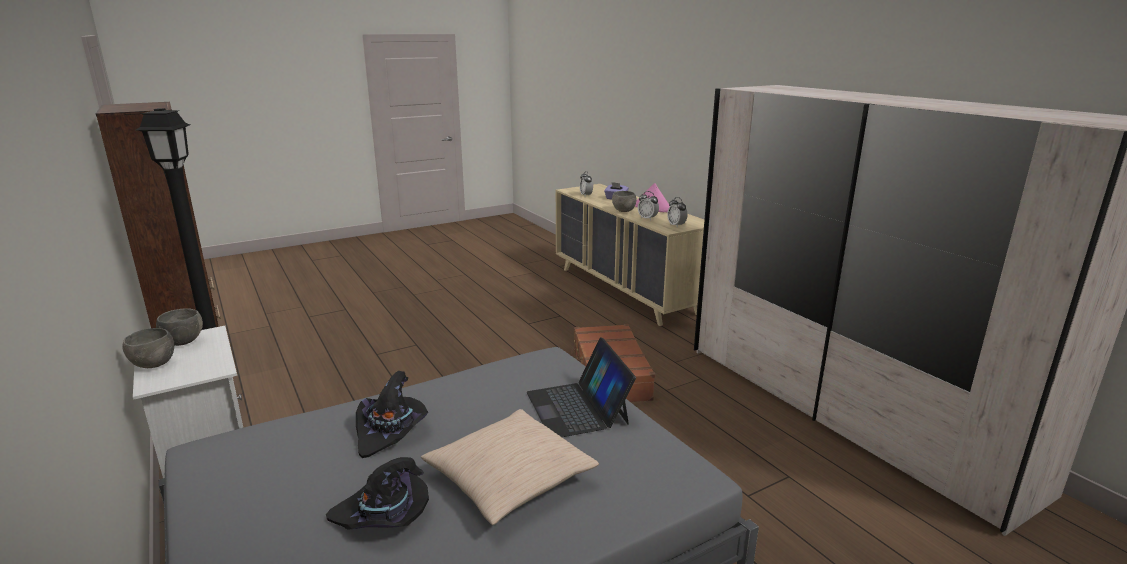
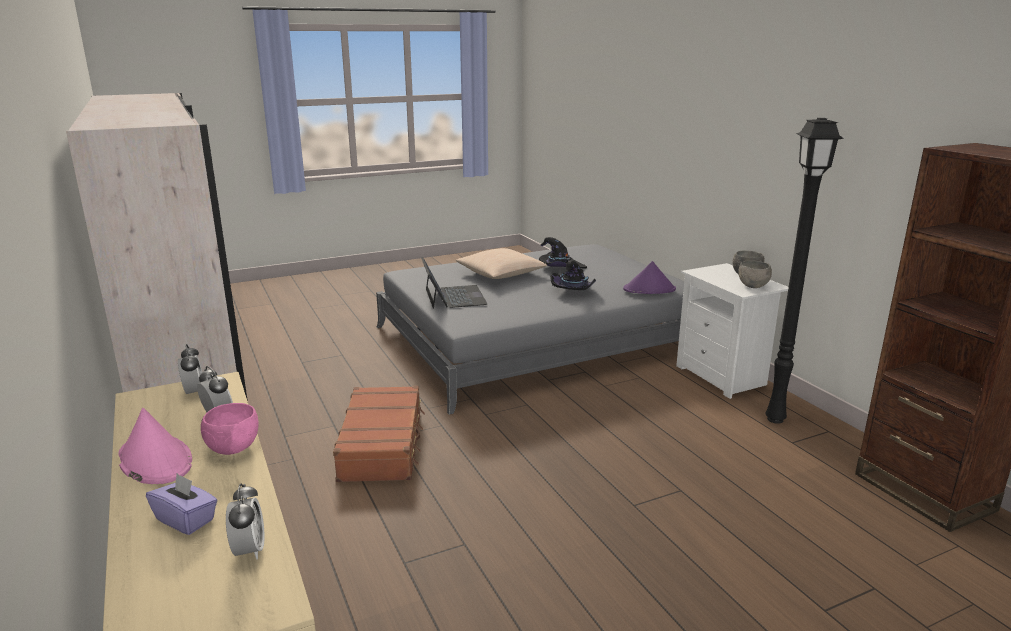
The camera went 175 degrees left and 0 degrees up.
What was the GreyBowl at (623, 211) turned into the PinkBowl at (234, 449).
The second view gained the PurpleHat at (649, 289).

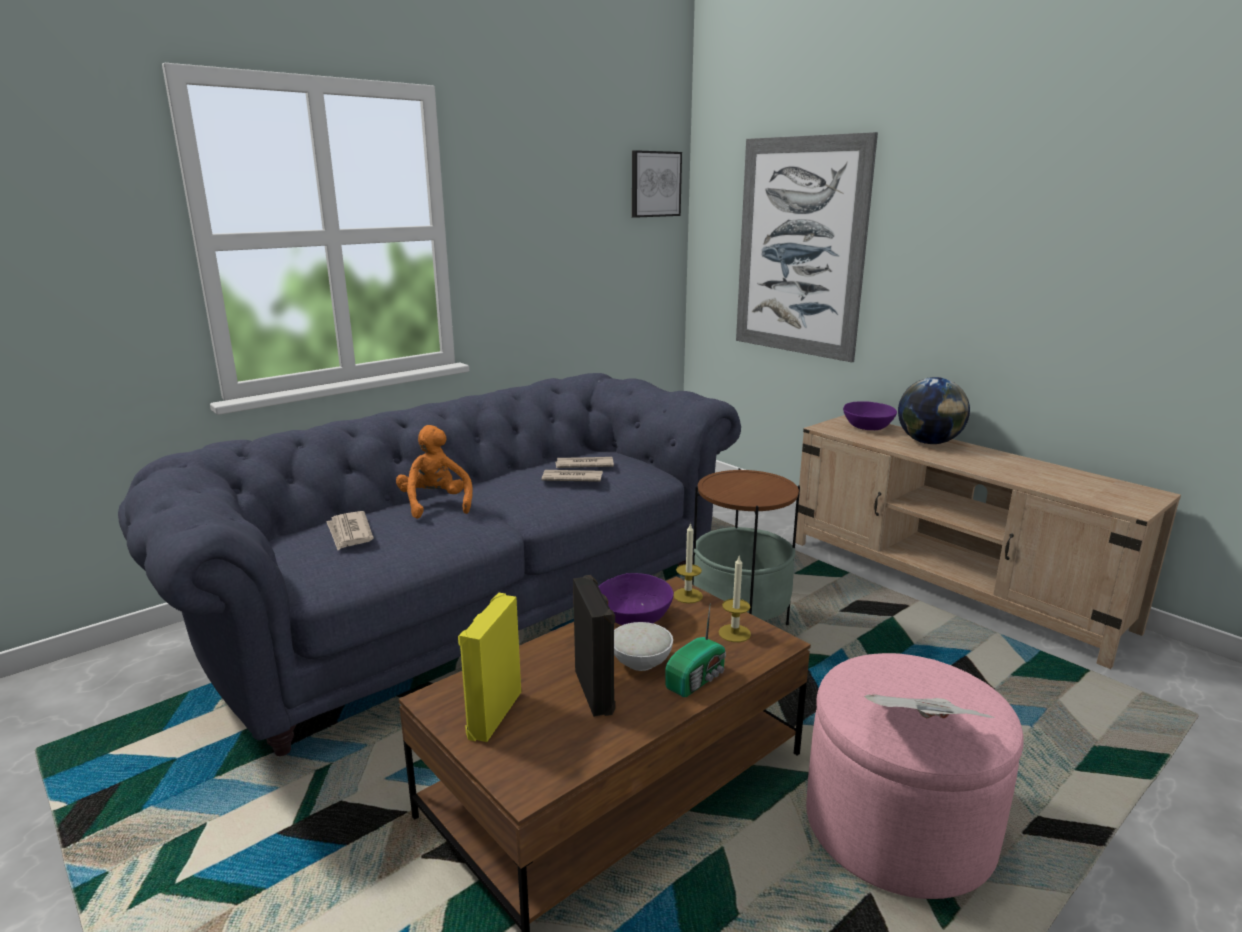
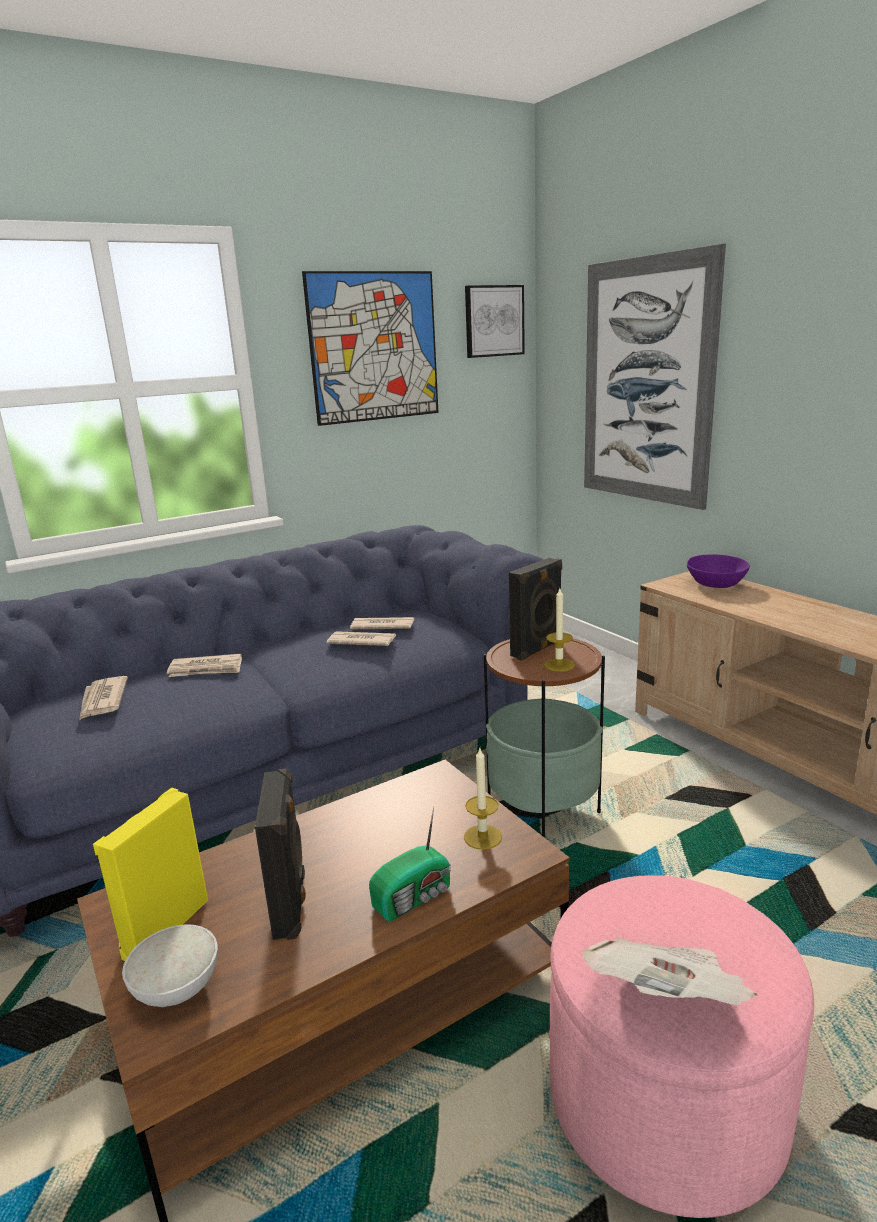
The camera went 10 degrees right and 0 degrees up.
Where the OrangePlushToy stood at (435, 504), the Newspaper came to stand at (206, 669).
The second view lost the PurpleBowl at (634, 618).
The WhiteBowl ended up elsewhere, having gone from (641, 663) to (177, 989).
The Candle ended up elsewhere, having gone from (688, 595) to (559, 665).
The second view lost the Globe at (928, 442).
The second view gained the Picture at (374, 347).
The second view gained the BlackSpeaker at (538, 649).

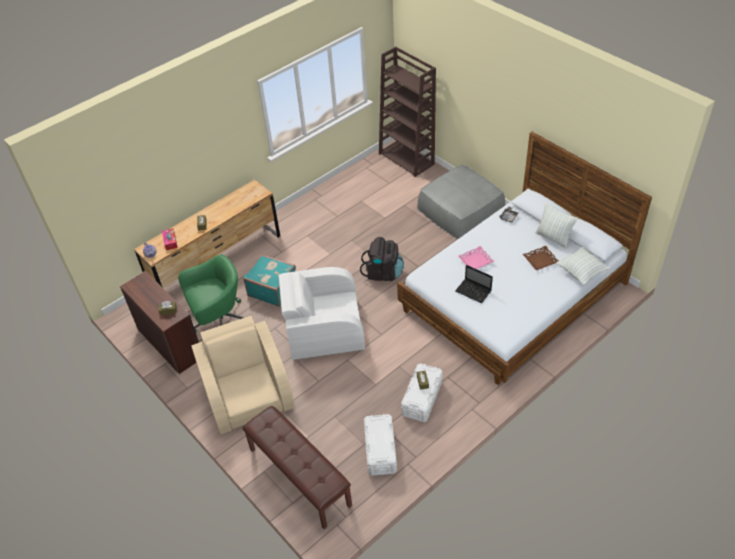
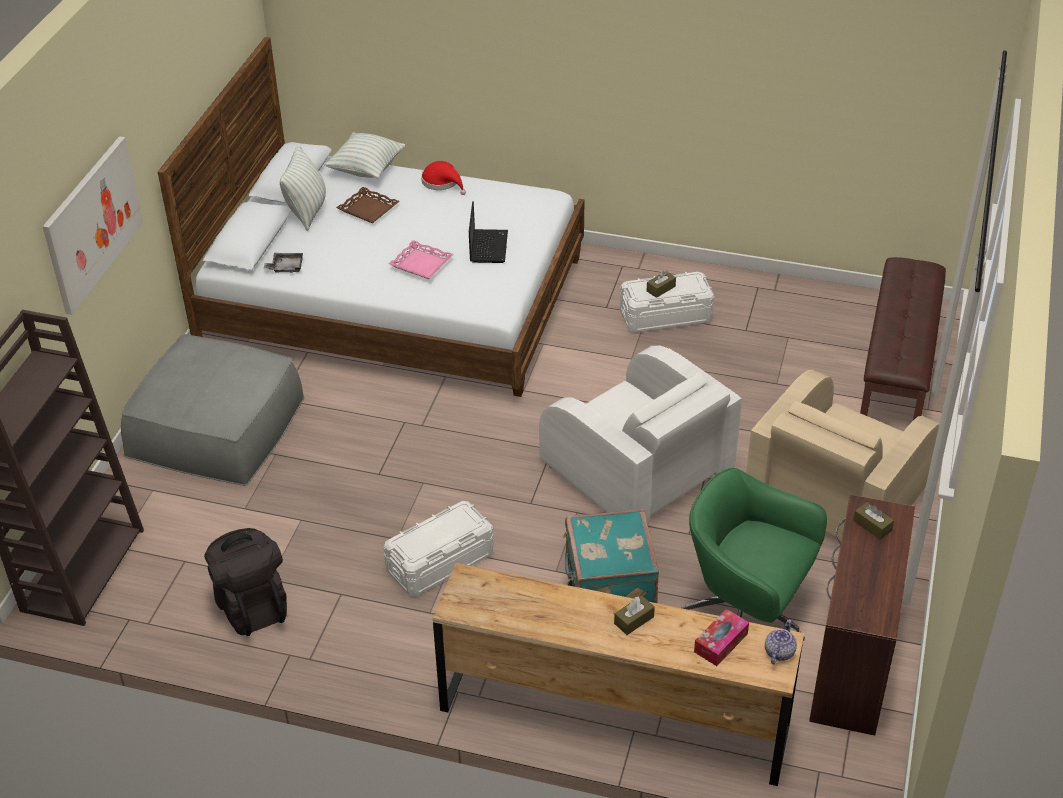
The camera went 125 degrees left and 5 degrees down.
The BlackBackpack ended up elsewhere, having gone from (383, 273) to (251, 605).
The WhiteStorageBox ended up elsewhere, having gone from (380, 450) to (440, 562).
The second view gained the Picture at (92, 223).
The second view gained the RedHat at (442, 182).

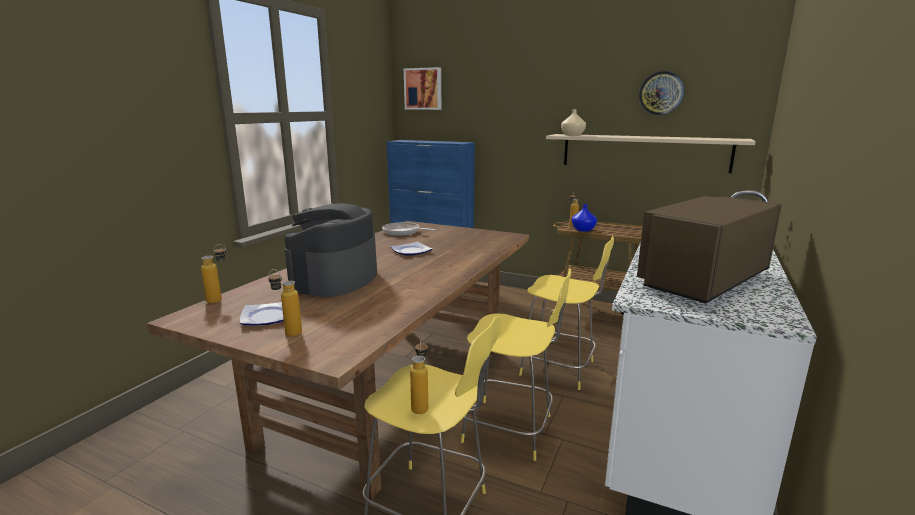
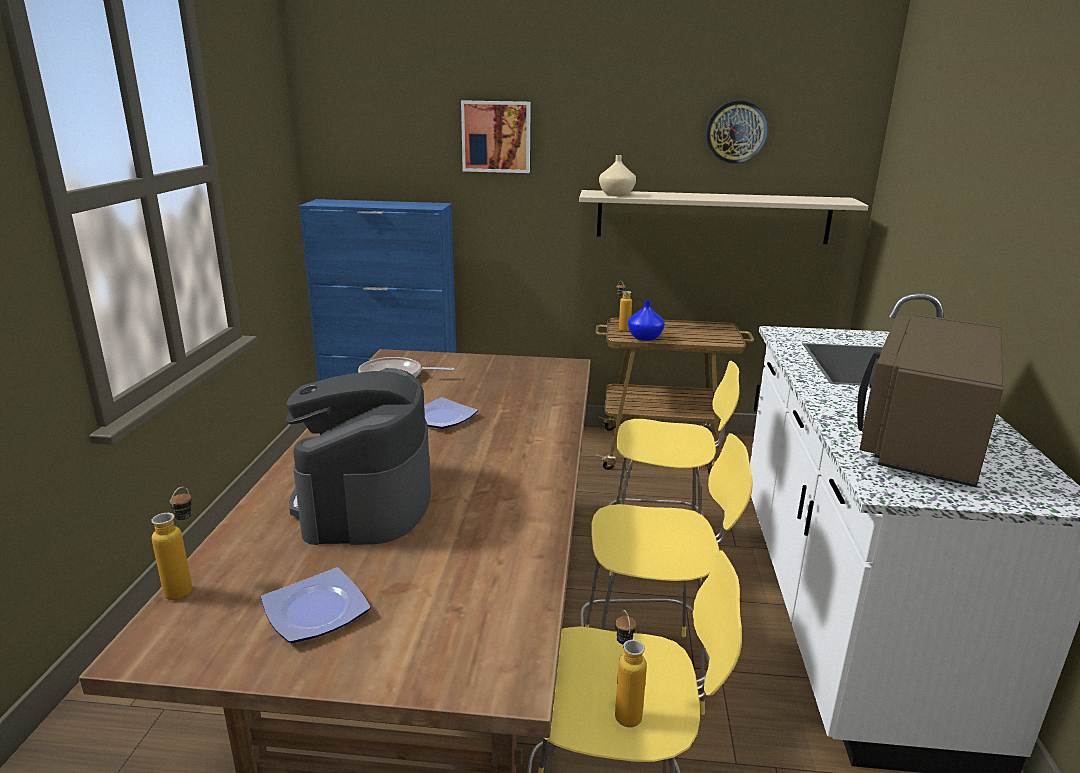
The camera went 20 degrees left and 5 degrees up.
The second view lost the Bottle at (288, 332).
The Picture ended up elsewhere, having gone from (423, 89) to (496, 136).

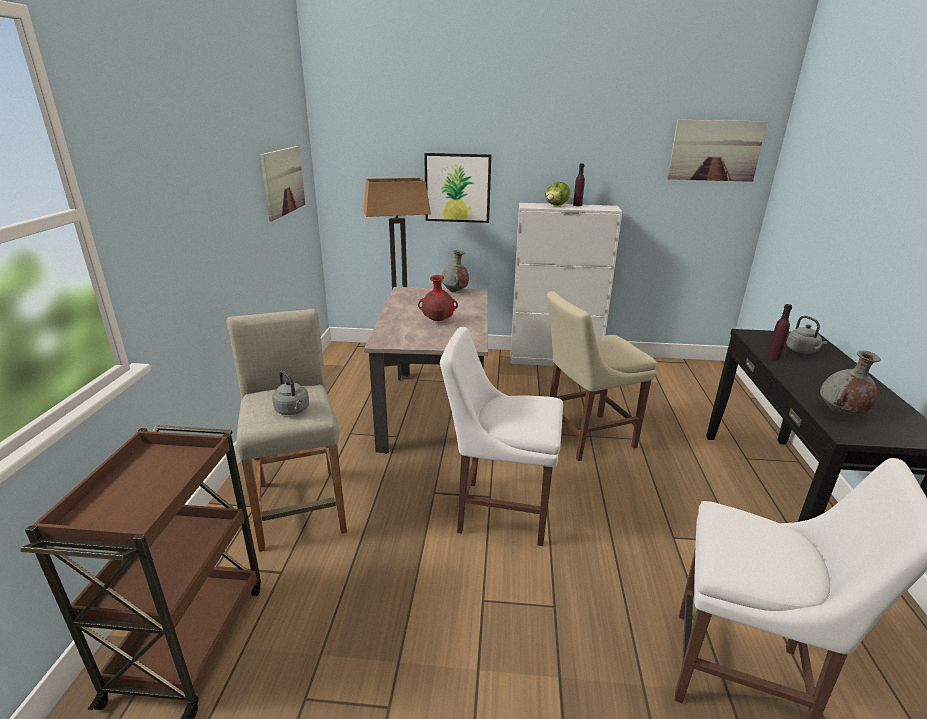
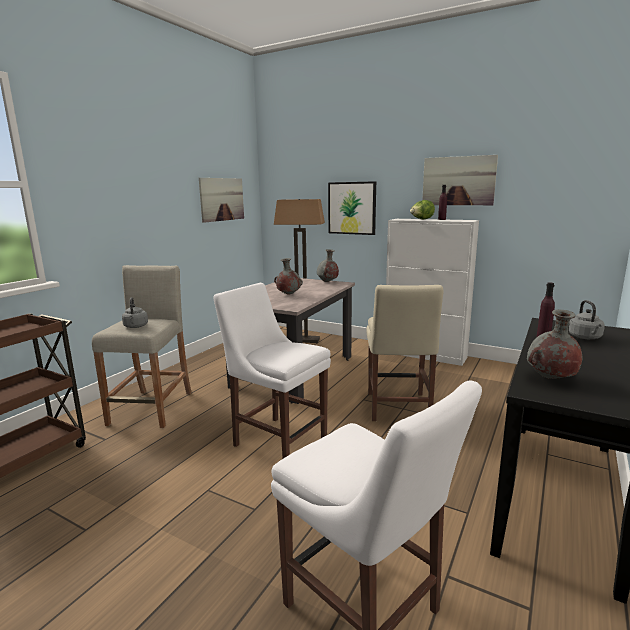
The camera went 25 degrees right and 10 degrees down.
What was the RedVase at (437, 321) turned into the GreyVase at (288, 294).
The BeigeChair at (585, 437) ended up facing another way, 90 degrees counterclockwise from before.
The Picture ended up elsewhere, having gone from (715, 150) to (458, 181).

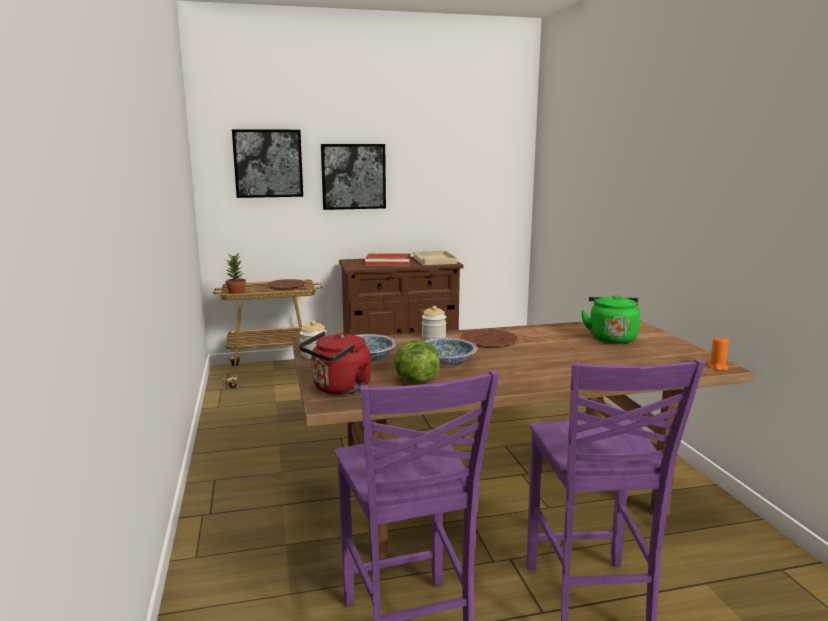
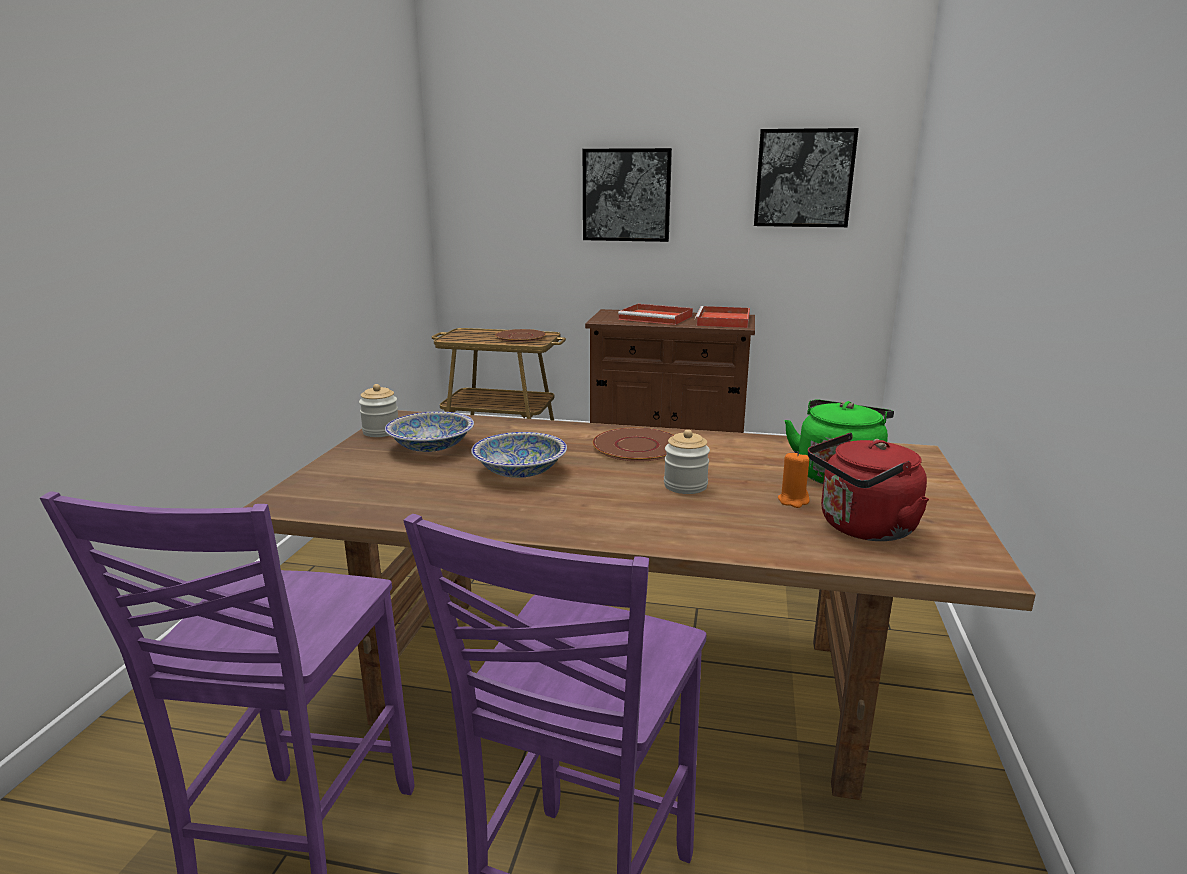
The camera went 25 degrees right and 5 degrees up.
The second view lost the PottedPlant at (236, 292).
The Picture ended up elsewhere, having gone from (268, 163) to (804, 178).
The RedKettle ended up elsewhere, having gone from (339, 388) to (862, 528).
The second view lost the Lettuce at (415, 381).
What was the BeigeTray at (435, 260) turned into the RedTray at (723, 321).
The Jar ended up elsewhere, having gone from (433, 337) to (685, 486).
The OrangeCandle ended up elsewhere, having gone from (718, 367) to (793, 501).

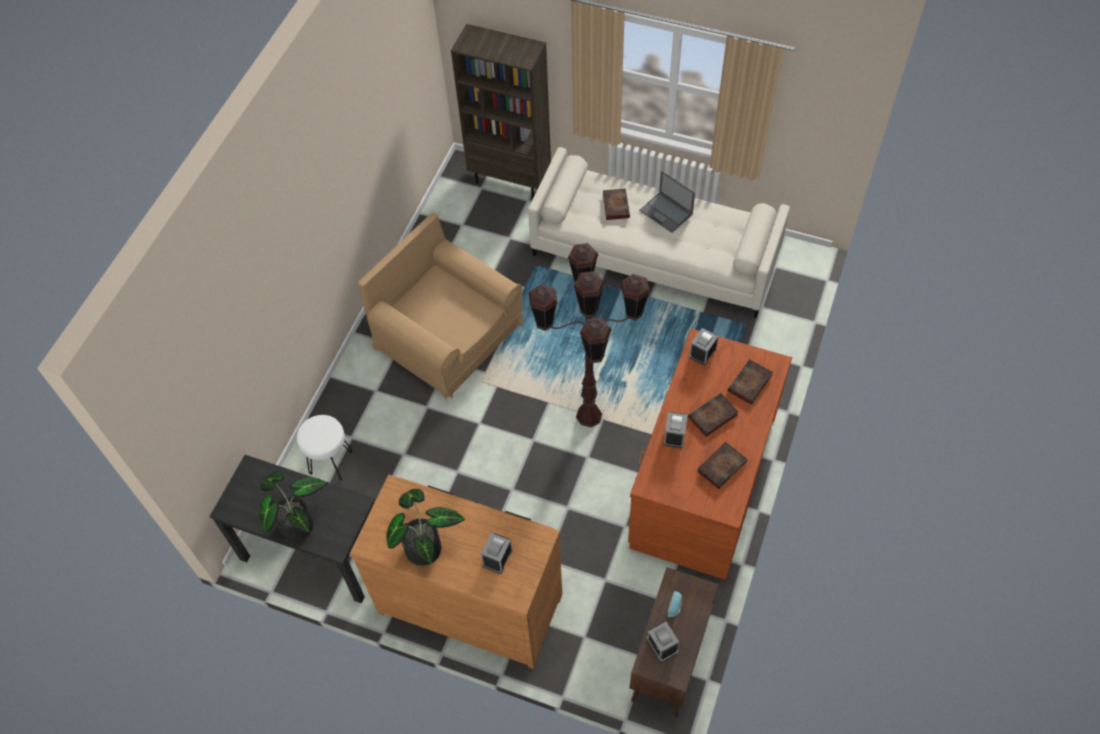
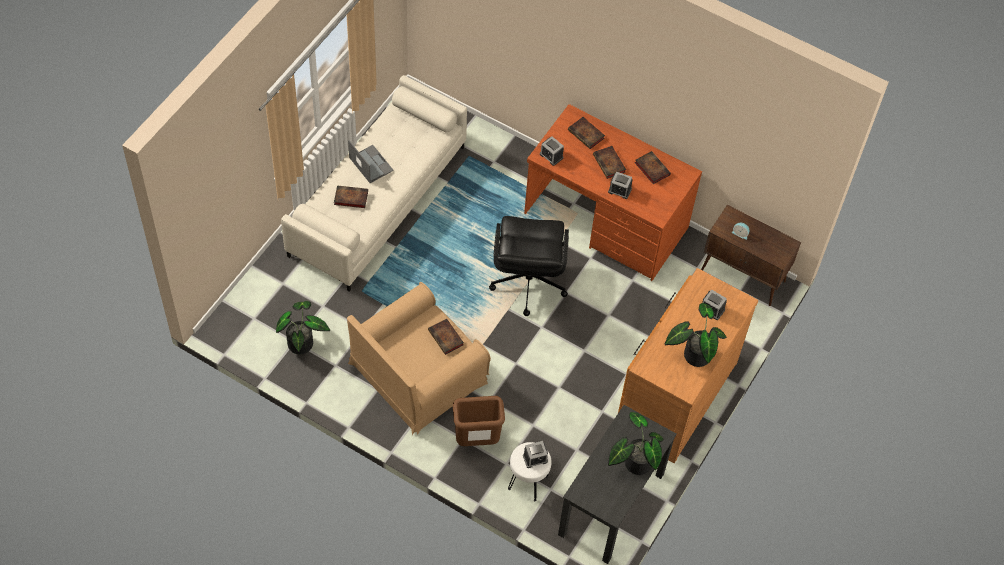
The camera went 85 degrees left and 0 degrees up.
The second view lost the BrownBookcase at (511, 179).
Where the BrownFloorLamp stood at (588, 415), the BlackOfficeChair came to stand at (527, 283).
The Laptop at (666, 212) ended up facing another way, 90 degrees counterclockwise from before.
The AlarmClock ended up elsewhere, having gone from (662, 645) to (535, 458).
The second view gained the PottedPlant at (302, 341).
The second view gained the Book at (446, 338).
The second view gained the BrownTrashCan at (476, 440).

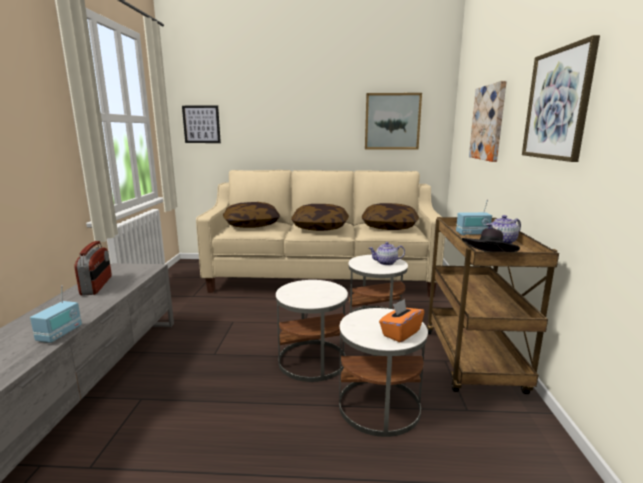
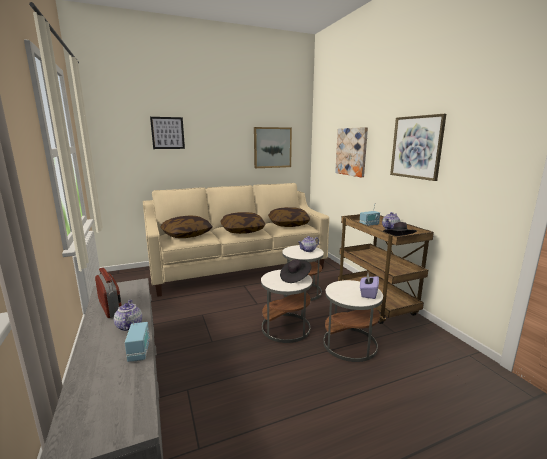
The camera went 25 degrees left and 0 degrees up.
The Picture ended up elsewhere, having gone from (201, 124) to (167, 133).
What was the OrangeTissueBox at (400, 333) turned into the PurpleTissueBox at (368, 293).
The second view gained the Teapot at (129, 326).
The second view gained the BlackHat at (295, 278).

